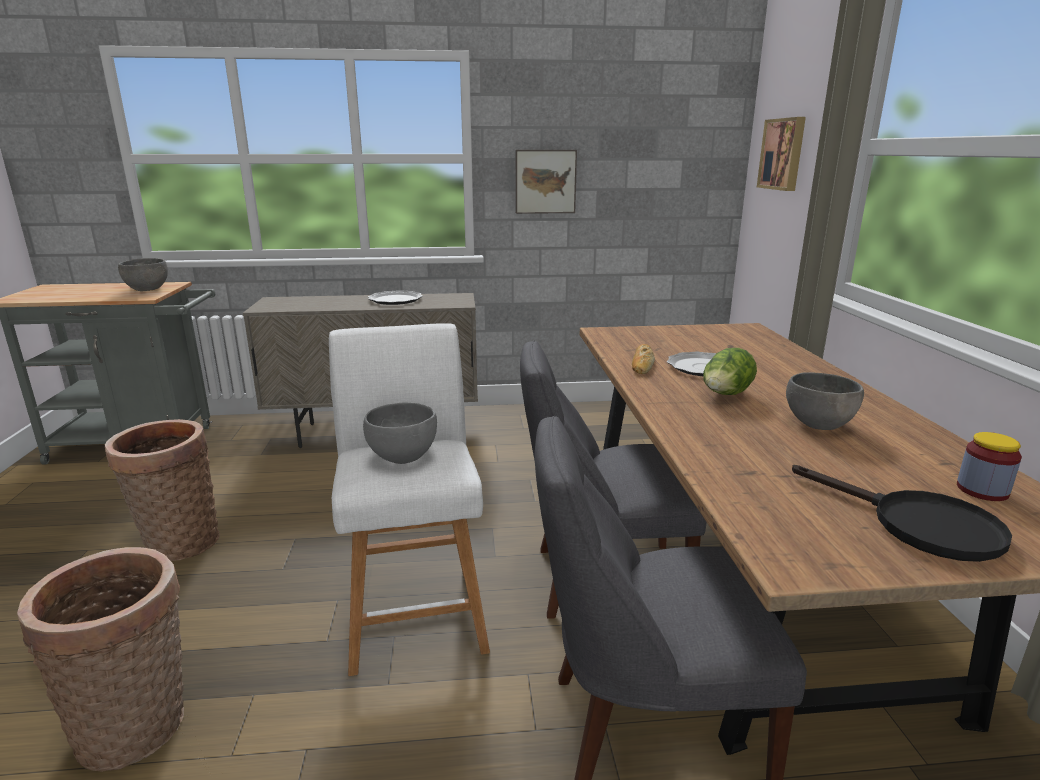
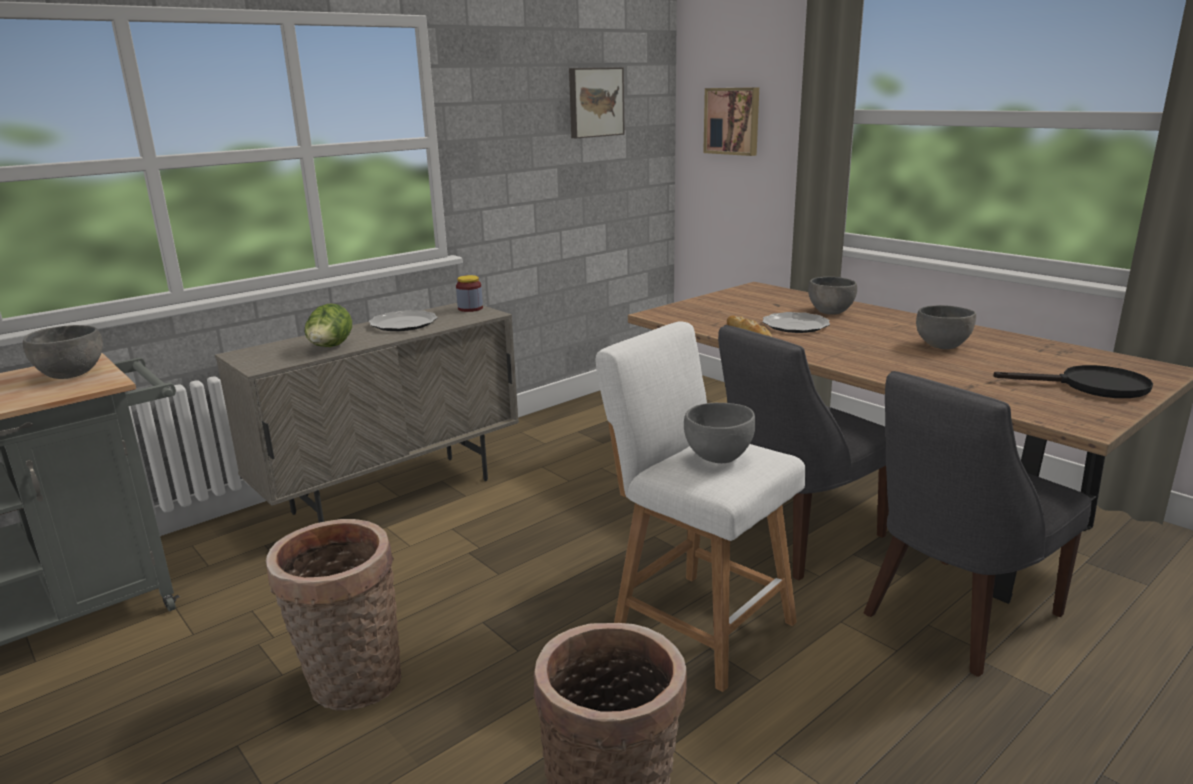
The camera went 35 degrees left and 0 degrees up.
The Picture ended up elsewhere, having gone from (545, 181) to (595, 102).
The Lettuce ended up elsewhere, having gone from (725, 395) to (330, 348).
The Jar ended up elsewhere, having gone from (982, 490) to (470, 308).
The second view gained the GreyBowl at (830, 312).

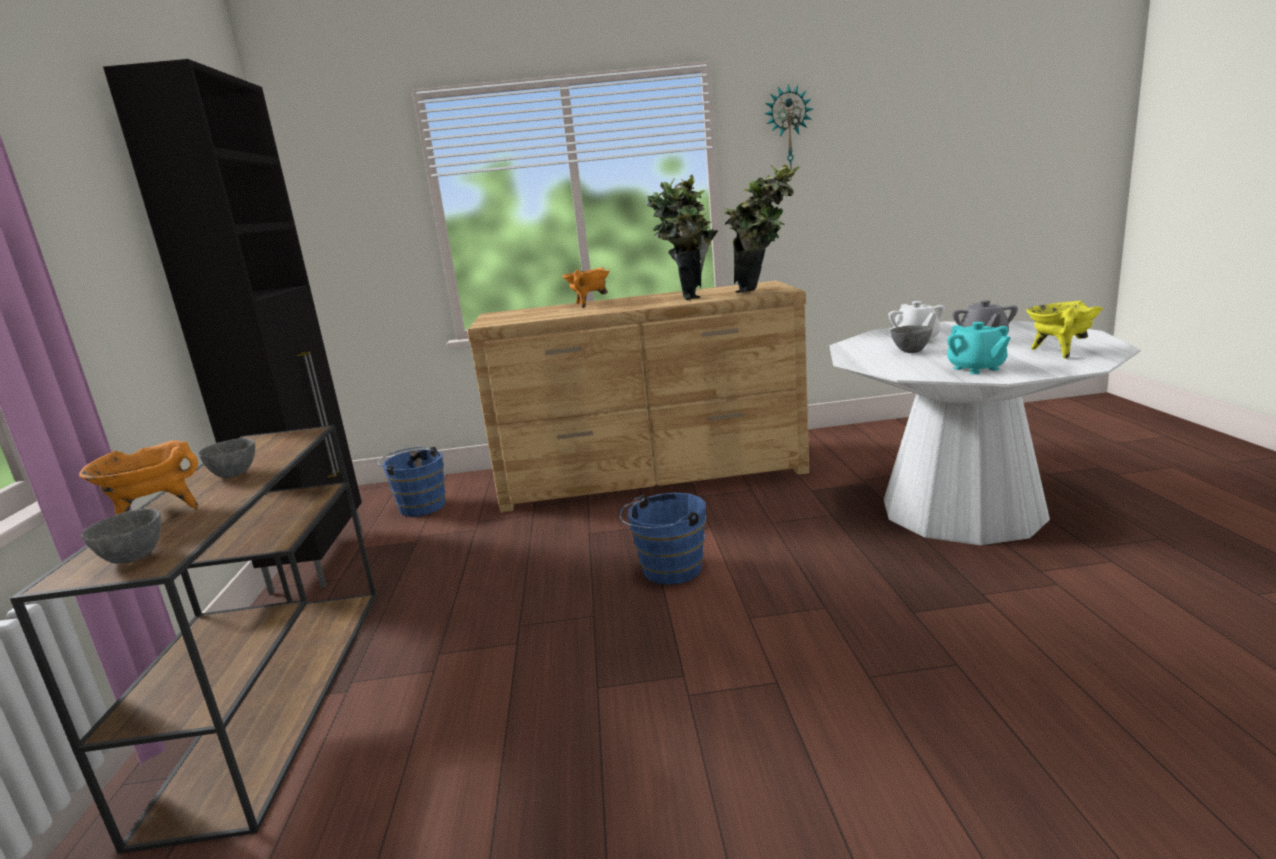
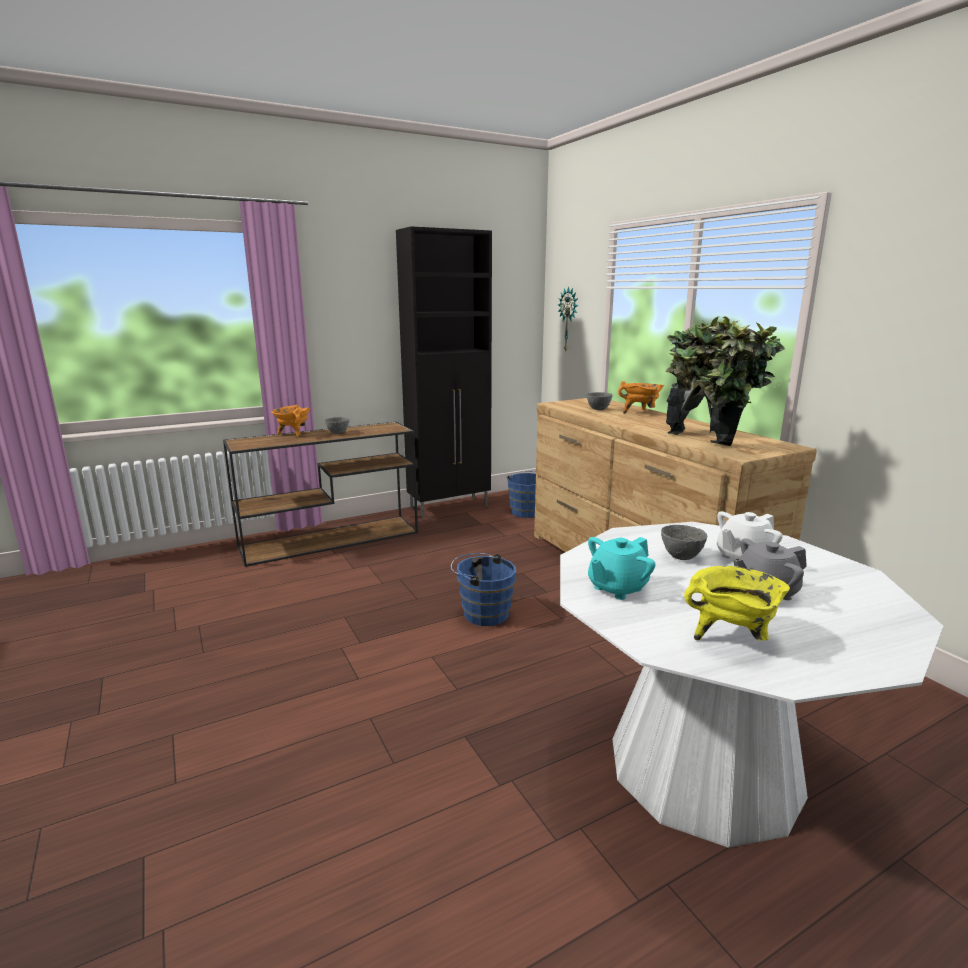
The camera went 65 degrees right and 0 degrees up.
The GreyBowl ended up elsewhere, having gone from (135, 558) to (599, 409).
The WallClock ended up elsewhere, having gone from (788, 133) to (569, 319).

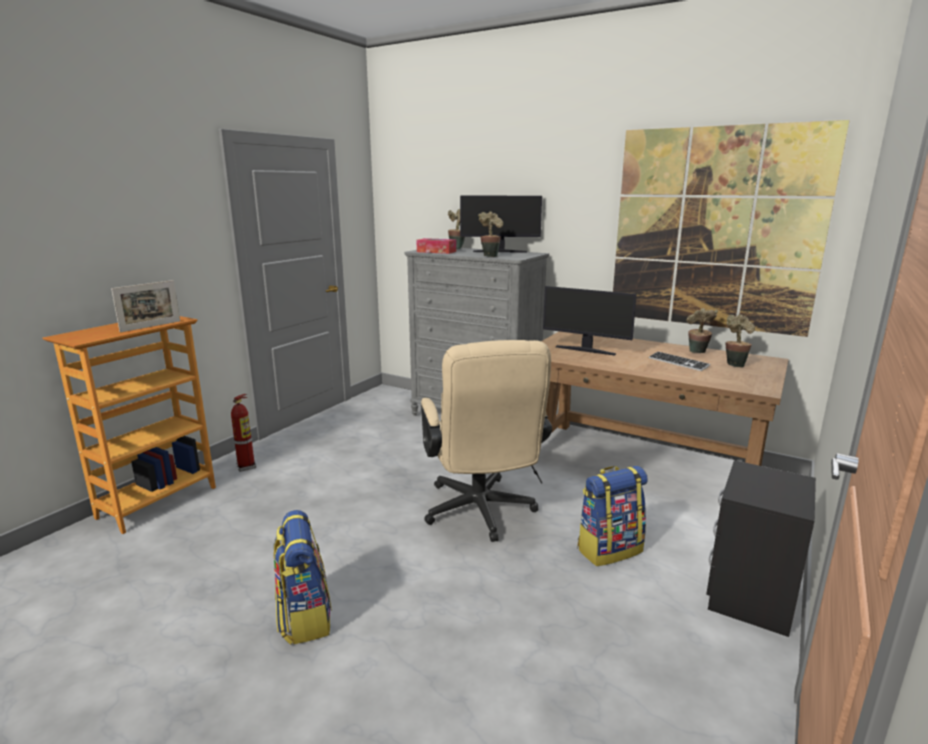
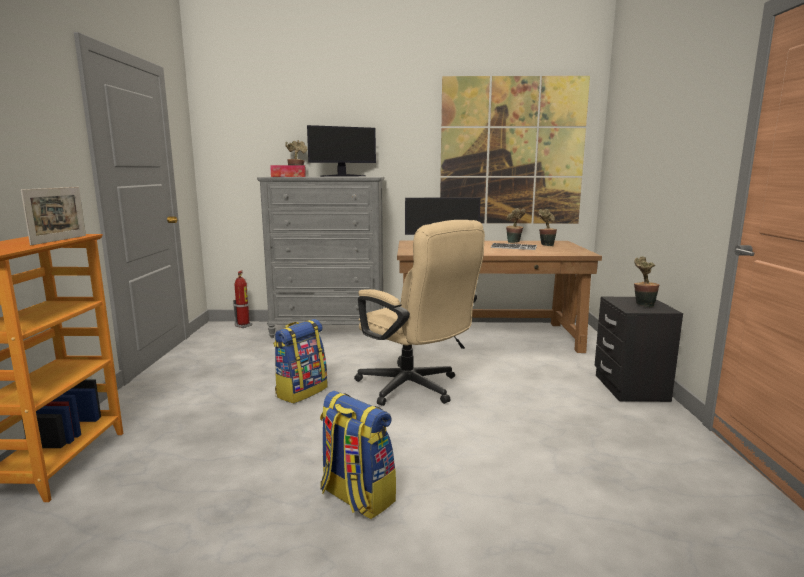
The camera went 30 degrees left and 5 degrees down.
The FireExtinguisher ended up elsewhere, having gone from (247, 466) to (244, 325).
The PottedPlant ended up elsewhere, having gone from (490, 256) to (643, 305).
The Backpack ended up elsewhere, having gone from (609, 549) to (301, 391).

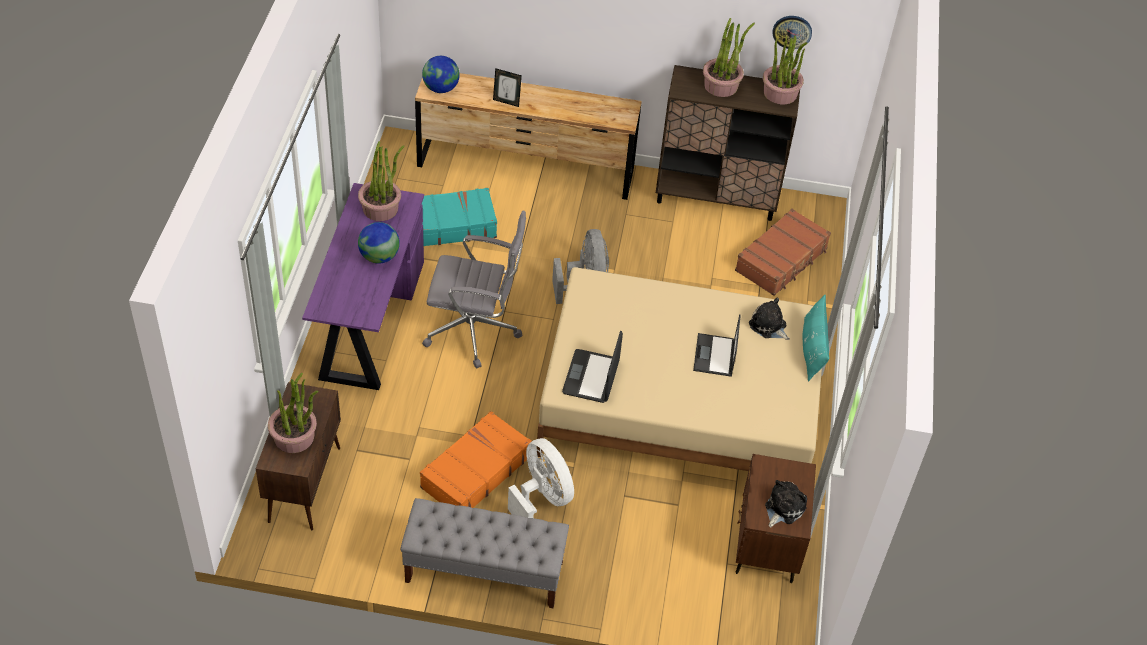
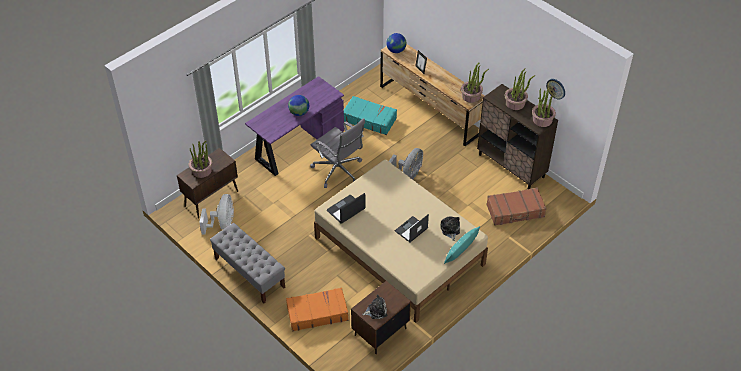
The camera went 40 degrees right and 0 degrees up.
The PottedPlant ended up elsewhere, having gone from (381, 208) to (471, 96).
The OrangeSuitcase ended up elsewhere, having gone from (475, 472) to (317, 313).
The WhiteFan ended up elsewhere, having gone from (541, 498) to (222, 224).

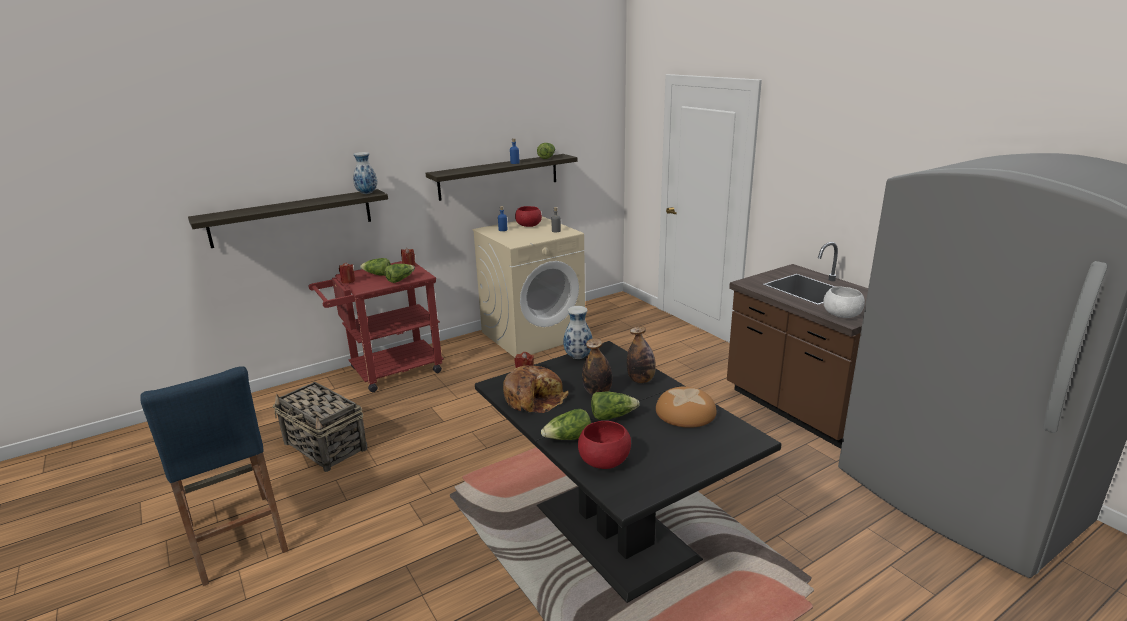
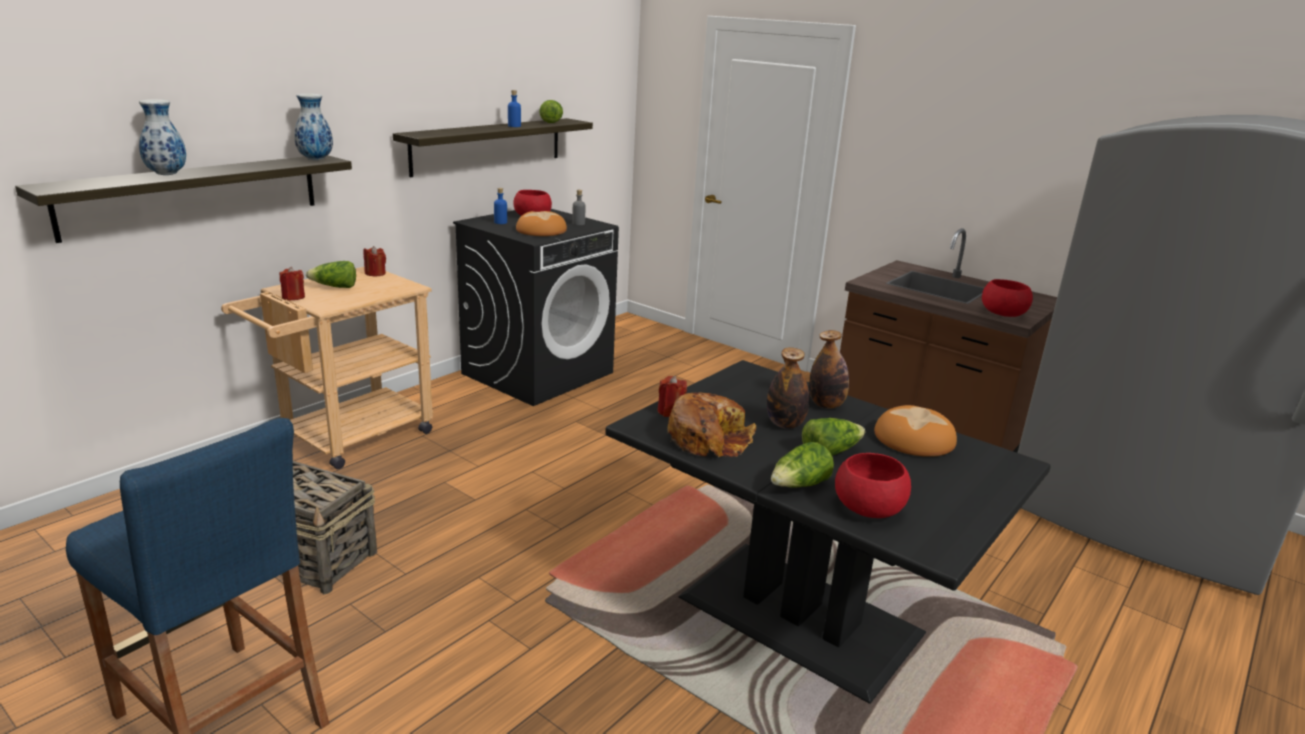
The camera went 20 degrees left and 0 degrees up.
What was the RedCart at (388, 372) turned into the BeigeCart at (346, 438).
The second view lost the Lettuce at (400, 280).
What was the BeigeWashingMachine at (533, 334) turned into the BlackWashingMachine at (538, 373).
The Vase ended up elsewhere, having gone from (578, 357) to (167, 174).
What was the WhiteBowl at (842, 314) turned into the RedBowl at (1004, 313).
The second view gained the Bread at (541, 230).

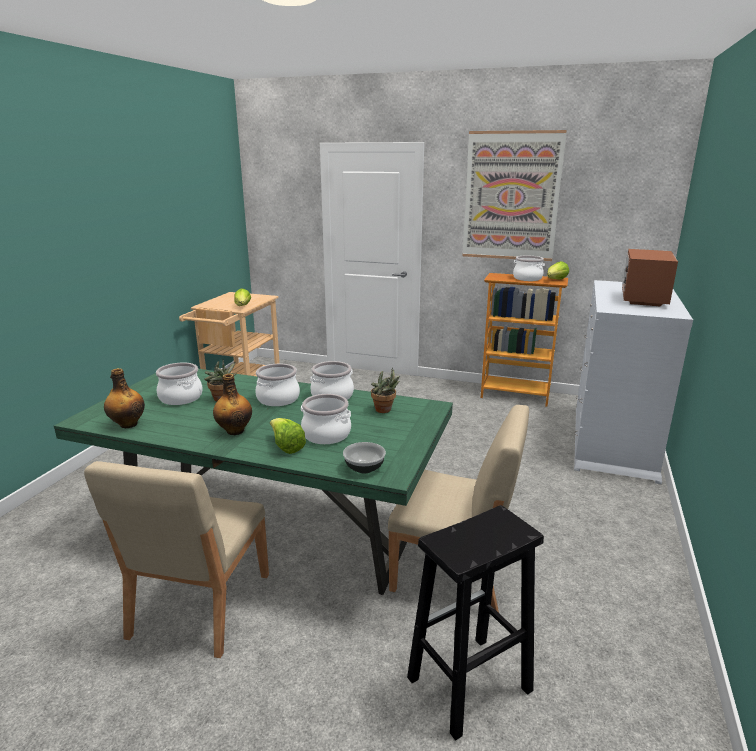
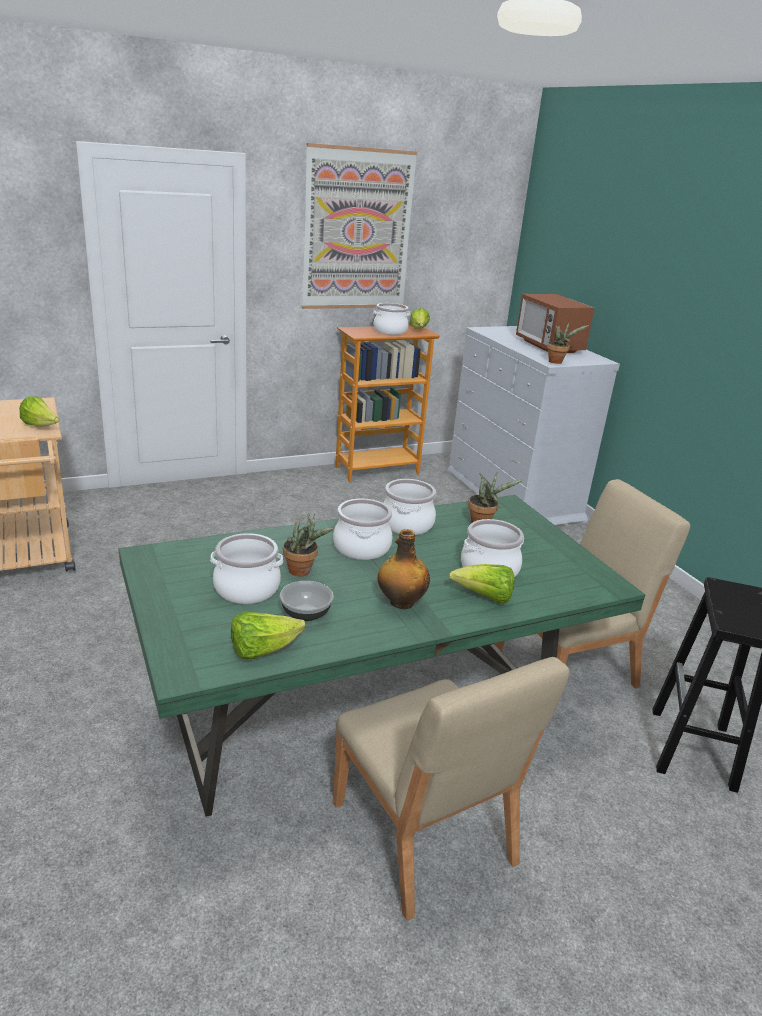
The camera went 45 degrees left and 5 degrees up.
Where the Bottle stood at (128, 424), the Lettuce came to stand at (262, 650).
The Bowl ended up elsewhere, having gone from (364, 468) to (306, 614).
The second view gained the PottedPlant at (557, 362).

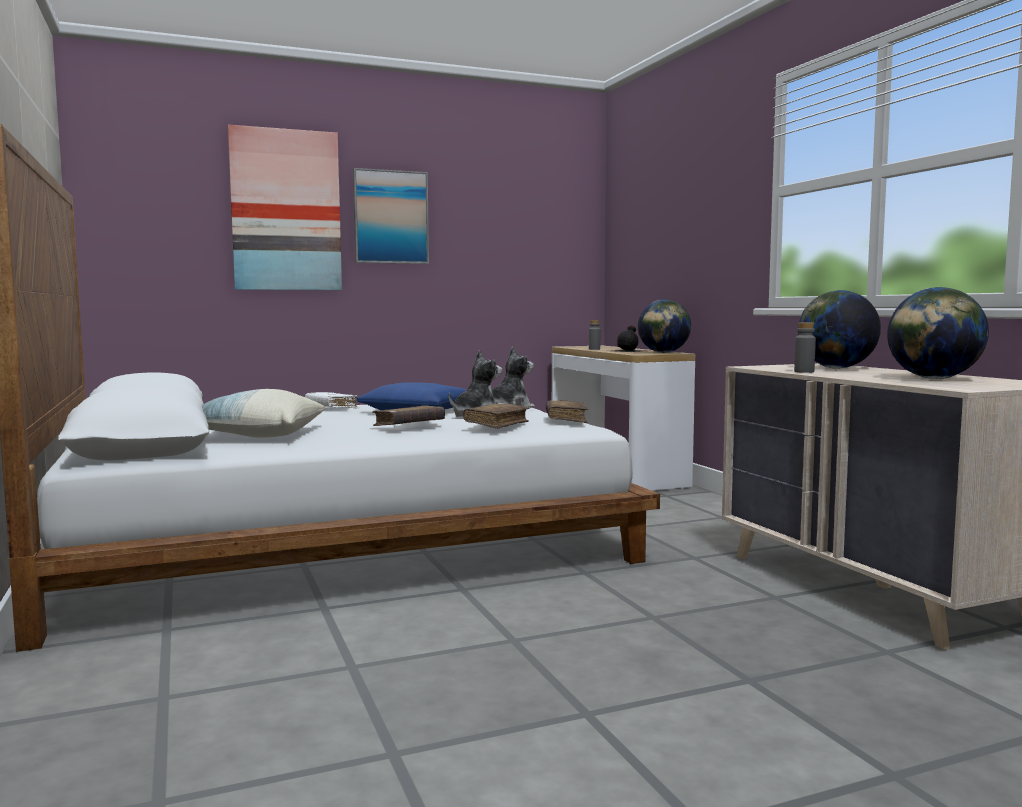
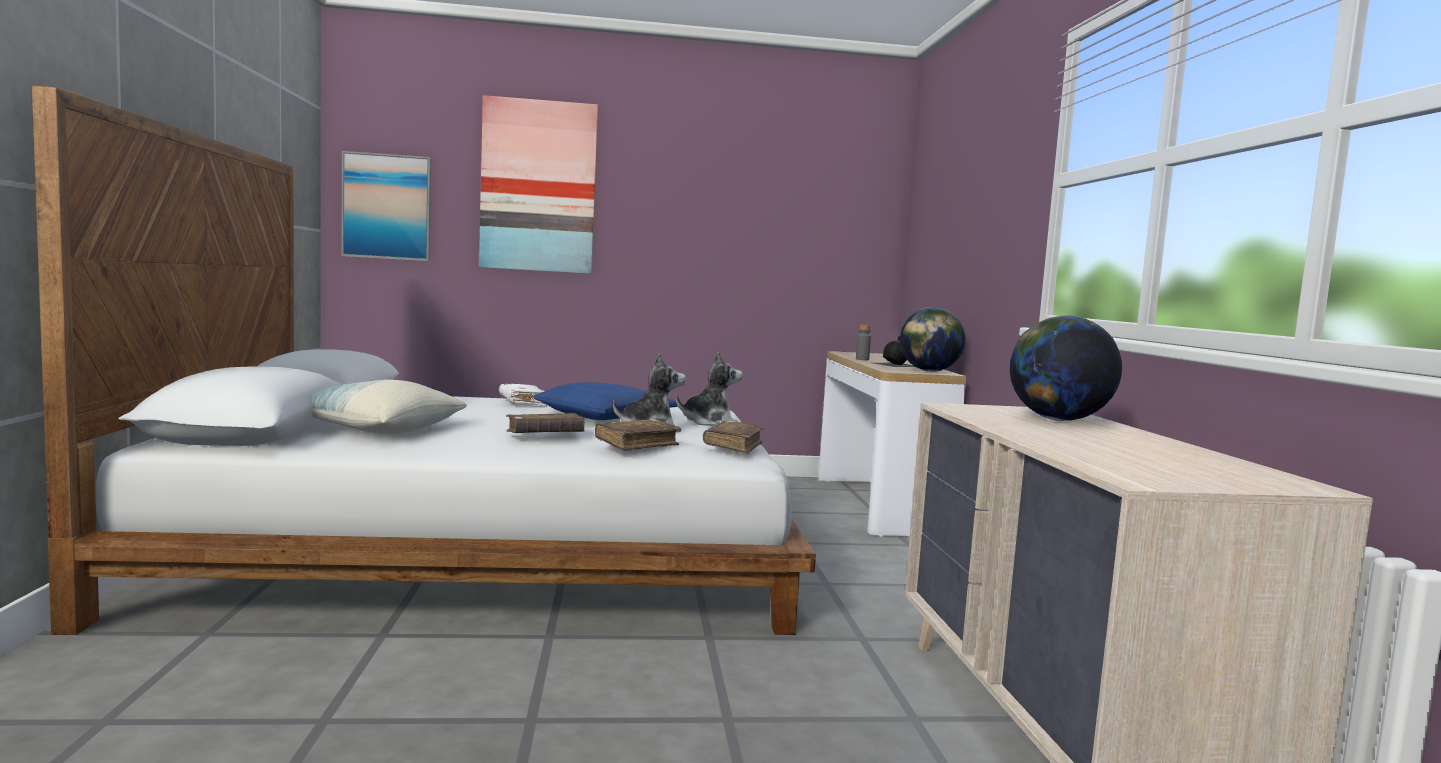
The camera went 15 degrees right and 0 degrees up.
The Picture ended up elsewhere, having gone from (390, 217) to (387, 207).
The second view lost the GreyBottle at (804, 371).
The second view lost the Globe at (933, 378).

